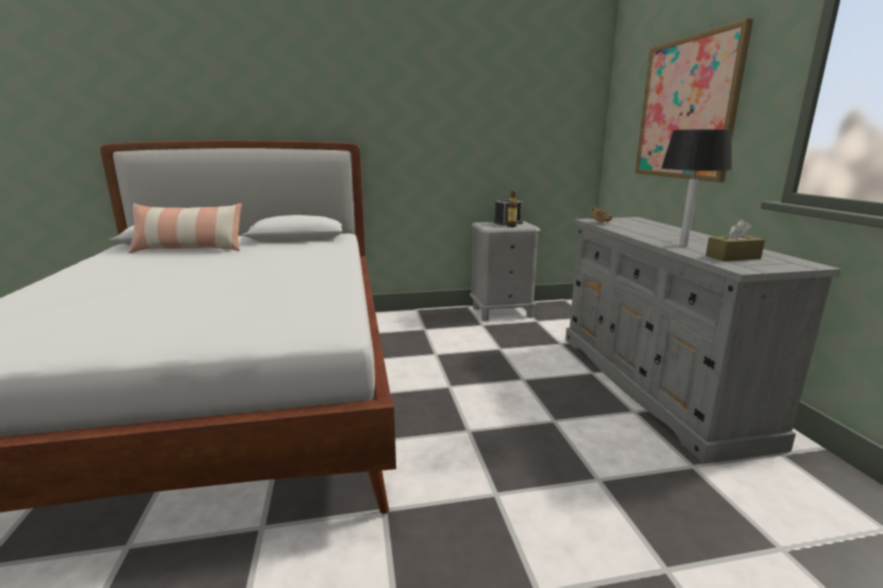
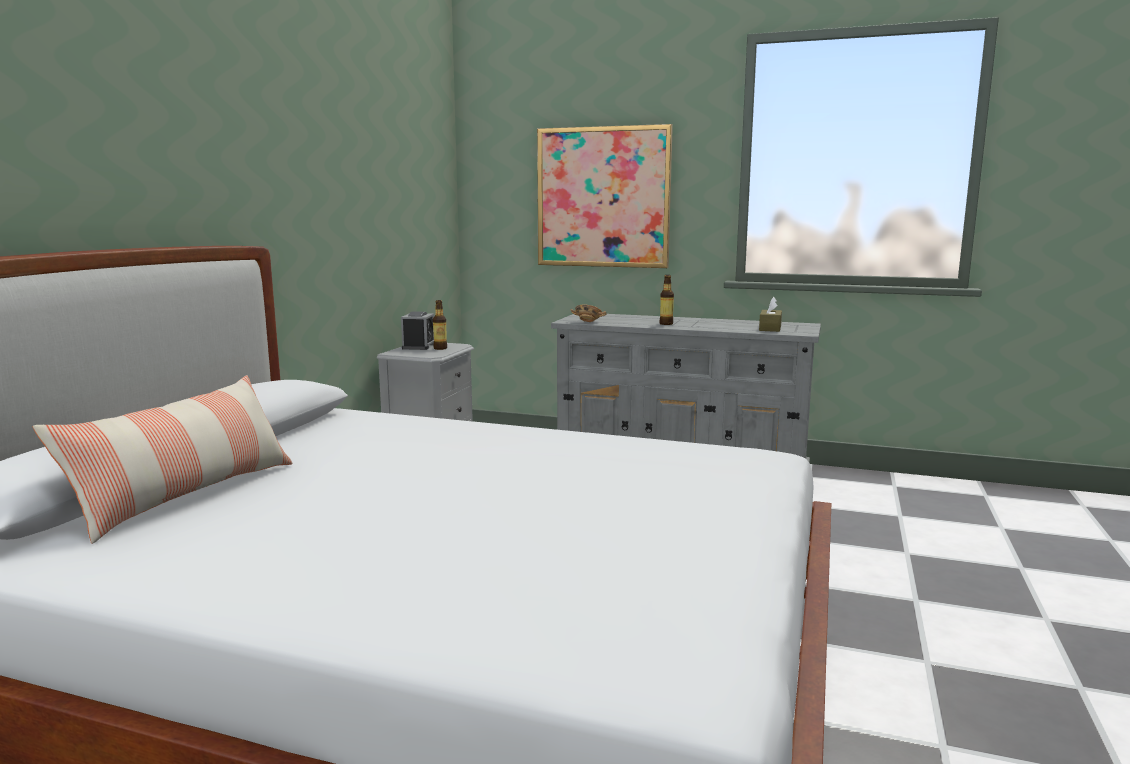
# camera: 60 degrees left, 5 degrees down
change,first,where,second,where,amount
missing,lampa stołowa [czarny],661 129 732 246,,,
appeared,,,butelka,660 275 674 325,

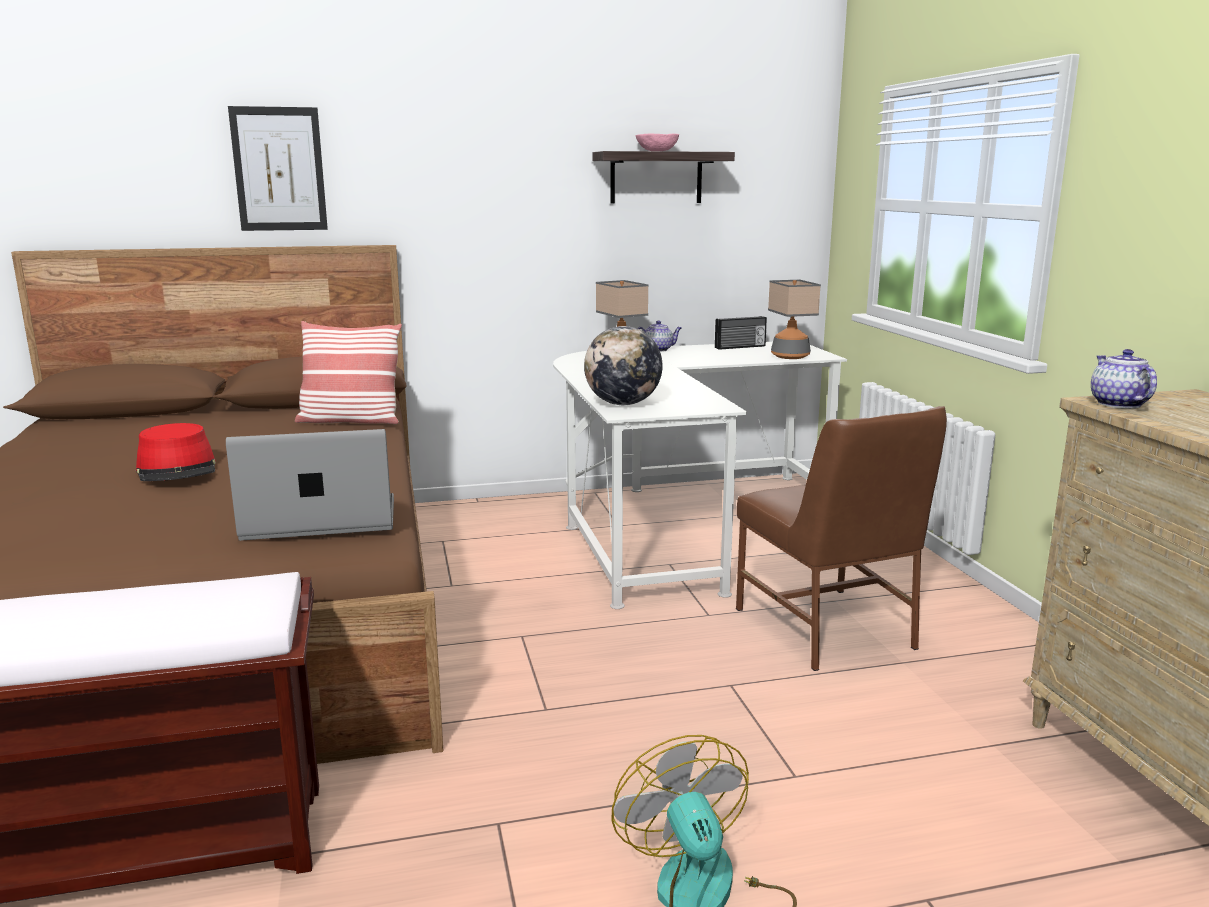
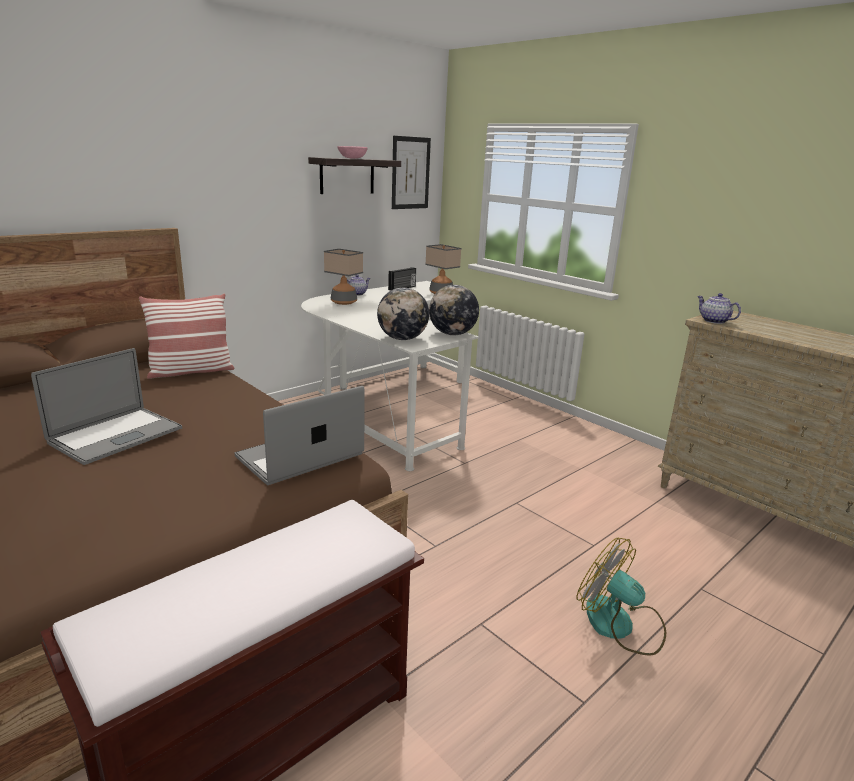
# camera: 30 degrees left, 5 degrees up
change,first,where,second,where,amount
relocated,obraz,228 106 328 231,,392 136 431 209,
missing,krzesło [brązowy],736 406 947 671,,,
exchanged,kapelusz [czerwony],136 423 216 481,laptop,31 348 182 465,
appeared,,,globus,429 285 479 335,

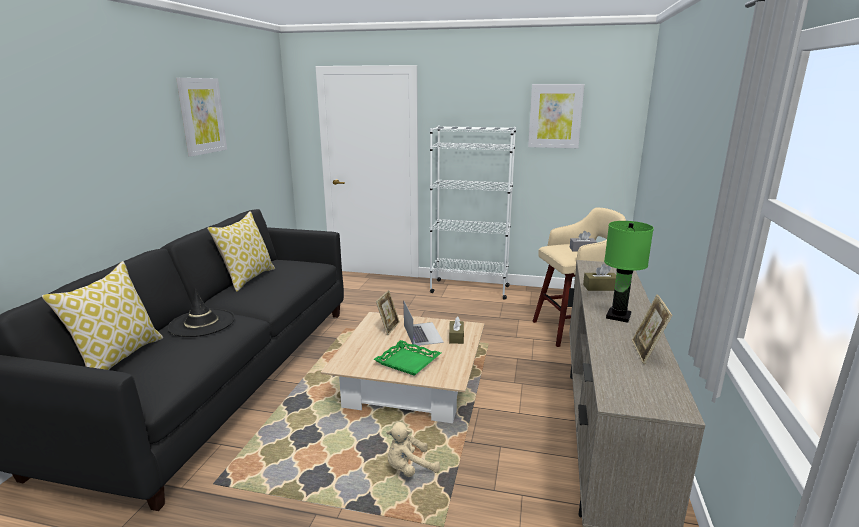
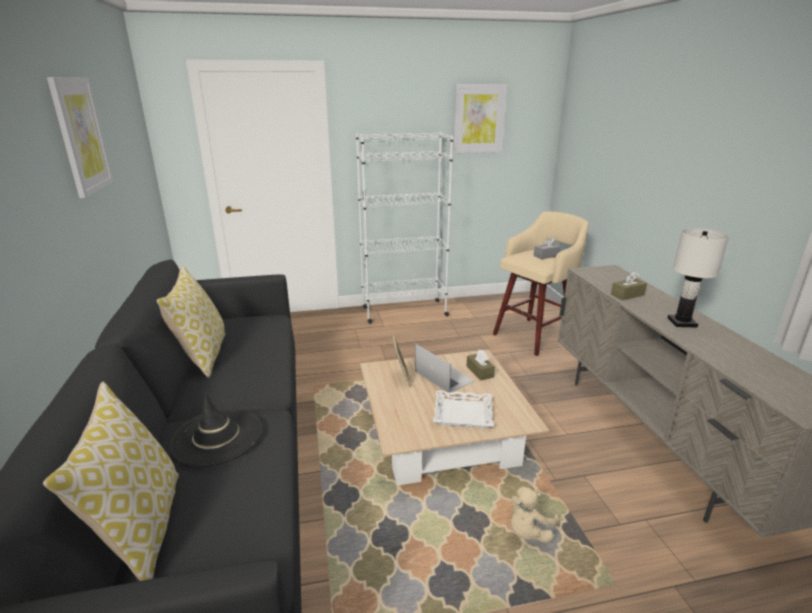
# camera: 25 degrees left, 5 degrees up
change,first,where,second,where,amount
colour,lampa stołowa [zielony],604 221 654 323,lampa stołowa [biały],668 228 729 327,
missing,ramka na zdjęcie,632 294 673 364,,,
colour,taca [zielony],373 340 441 376,taca [biały],433 390 494 428,

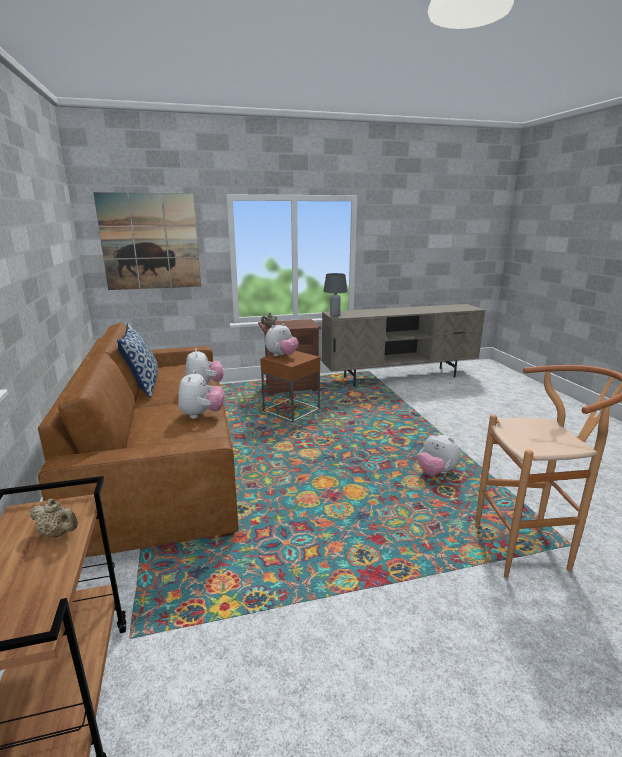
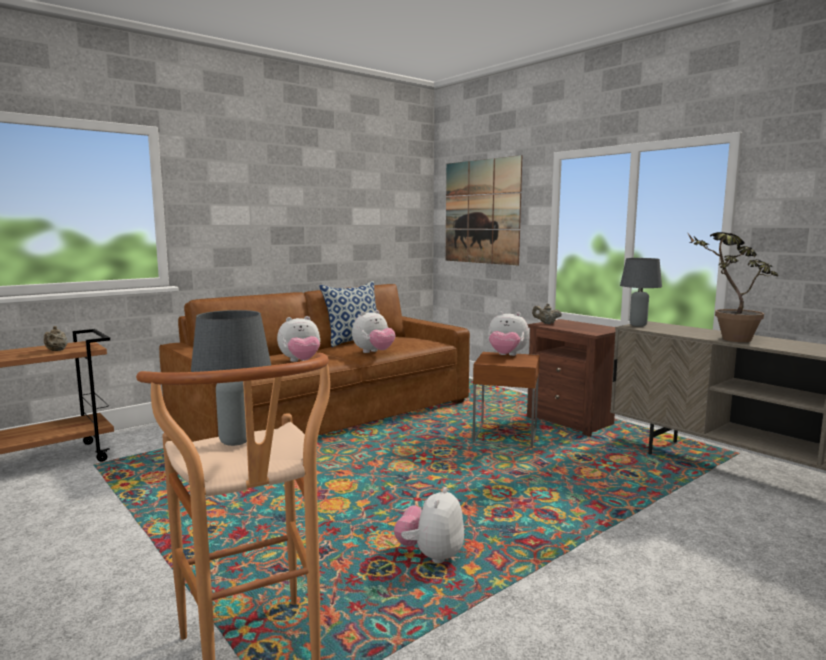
# camera: 65 degrees right, 10 degrees down
change,first,where,second,where,amount
appeared,,,roślina doniczkowa,688 232 779 342,
appeared,,,lampa stołowa [szary],191 310 271 446,

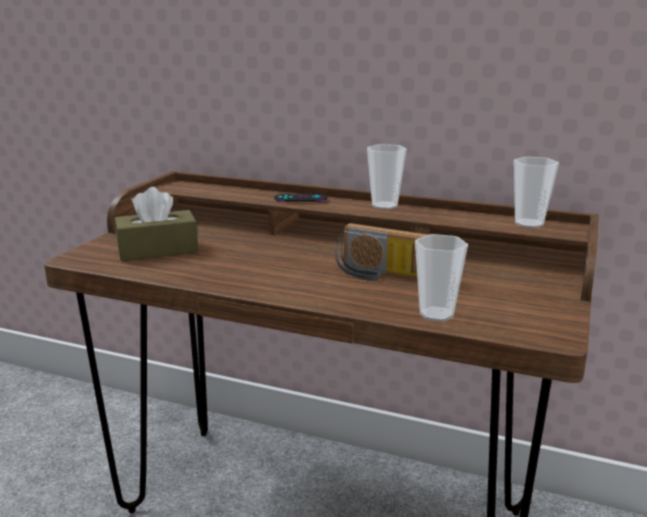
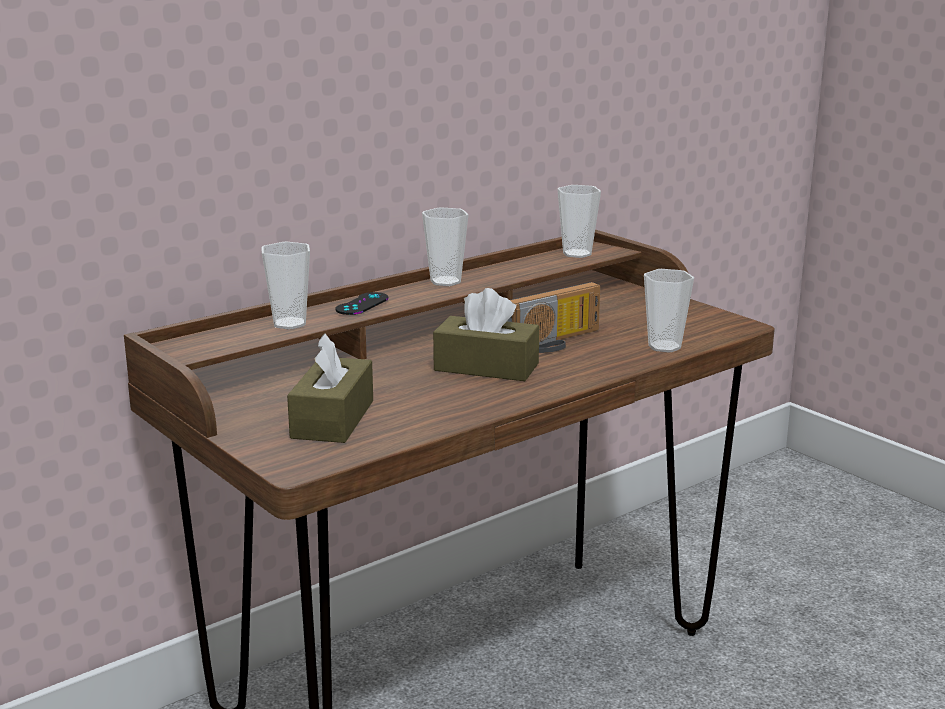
# camera: 60 degrees left, 0 degrees up
change,first,where,second,where,amount
appeared,,,filiżanka,262 242 310 329,
appeared,,,pudełko chusteczek [brązowy],433 288 539 381,

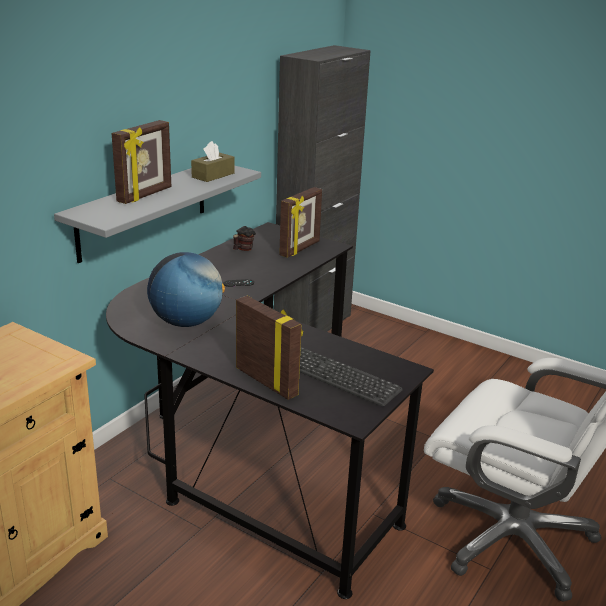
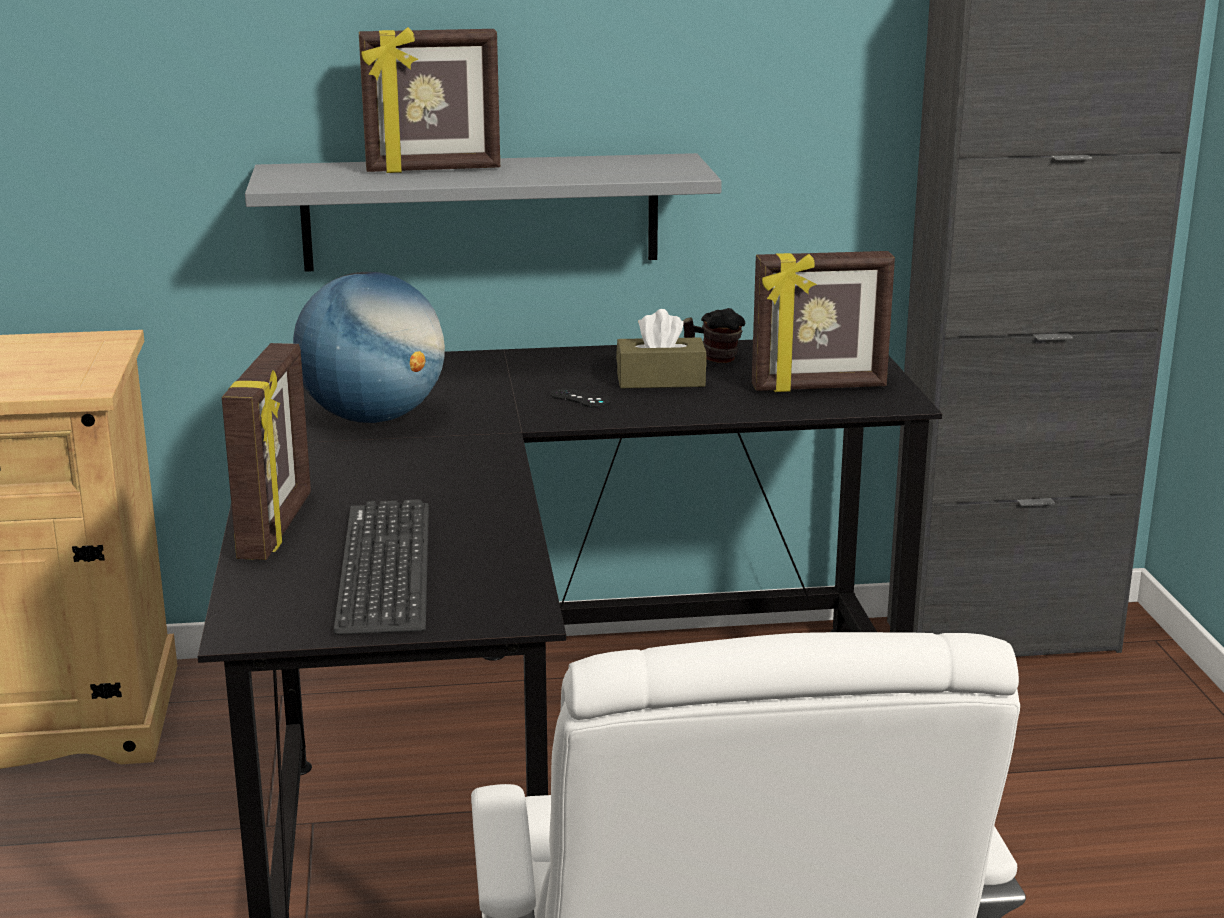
# camera: 50 degrees right, 5 degrees down
change,first,where,second,where,amount
relocated,pudełko chusteczek [brązowy],191 141 235 182,,616 309 707 388,

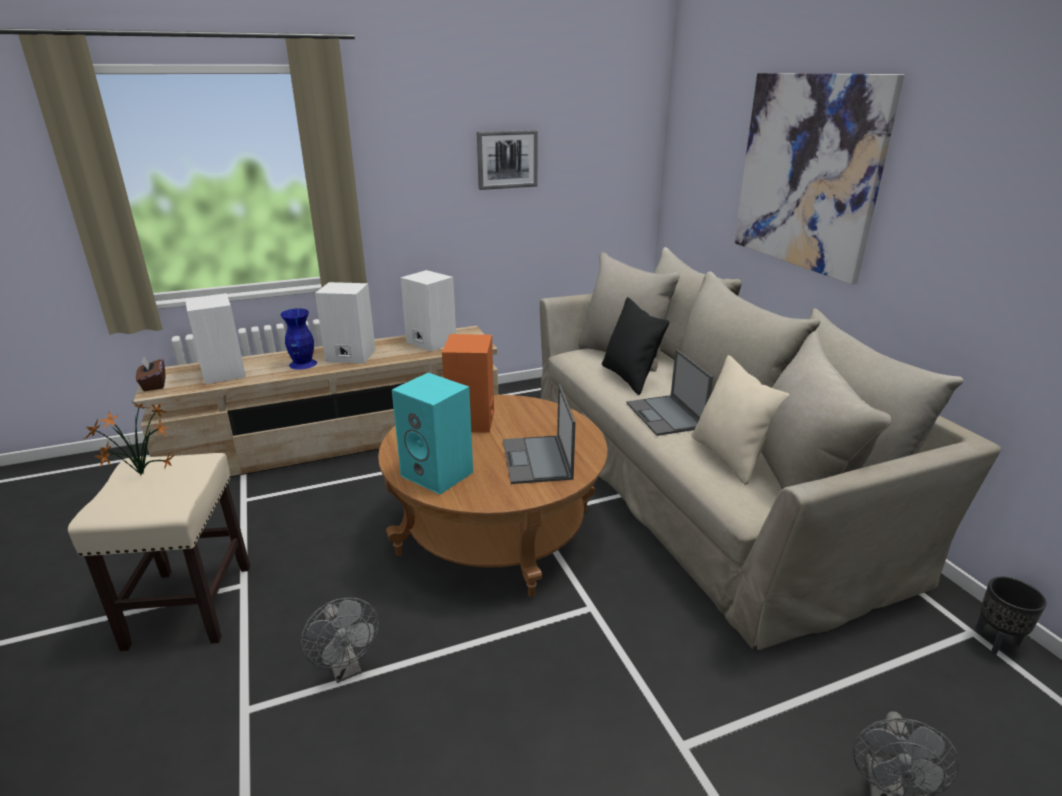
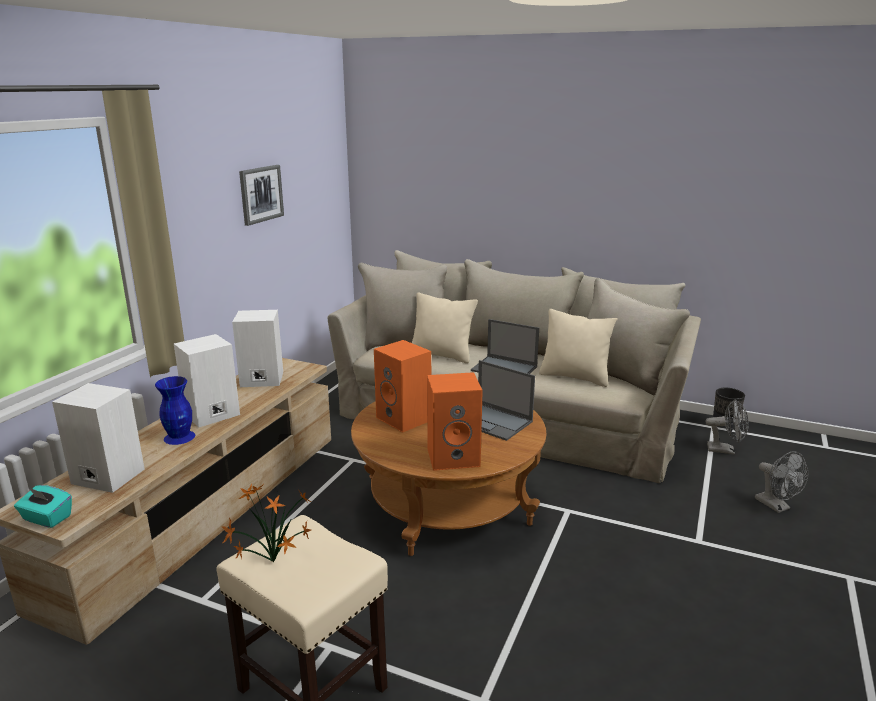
# camera: 45 degrees left, 5 degrees down
change,first,where,second,where,amount
missing,obraz,734 73 904 284,,,
colour,poduszka [czarny],602 297 669 395,poduszka [beżowy],412 292 478 363,
colour,pudełko chusteczek [brązowy],136 357 166 391,pudełko chusteczek [turkusowy],14 485 72 528,
colour,głośnik [turkusowy],392 373 473 495,głośnik [pomarańczowy],427 372 483 471,
relocated,wentylator [szary],301 597 379 683,,705 399 749 455,

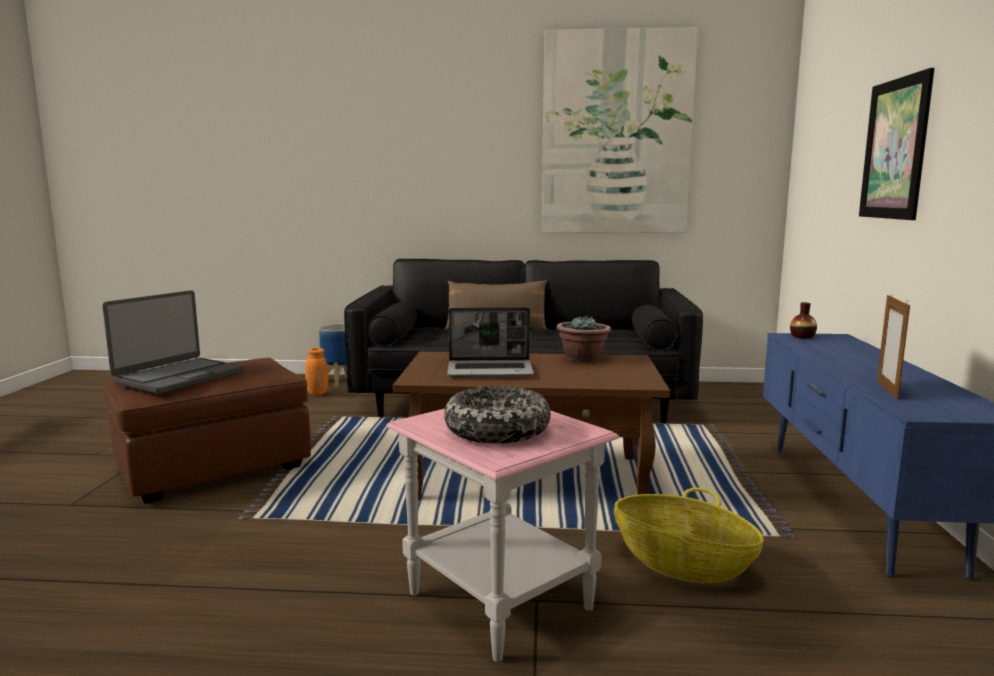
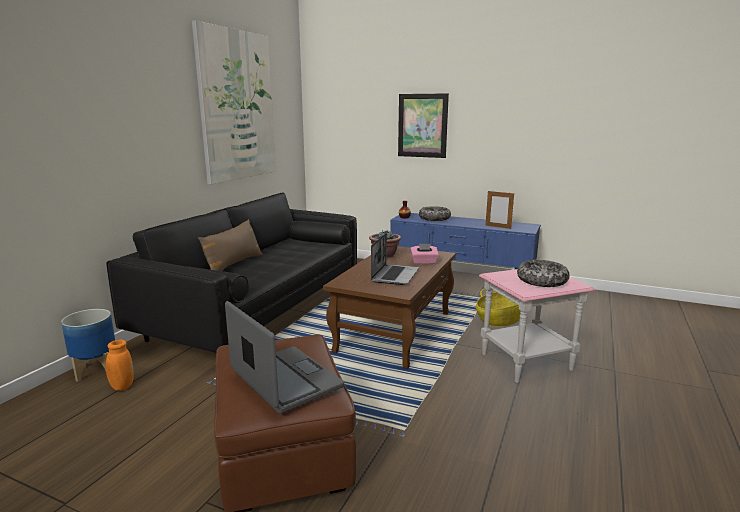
# camera: 70 degrees left, 5 degrees up
change,first,where,second,where,amount
appeared,,,miska,419 206 451 221,
appeared,,,pudełko chusteczek [różowy],410 243 439 264,

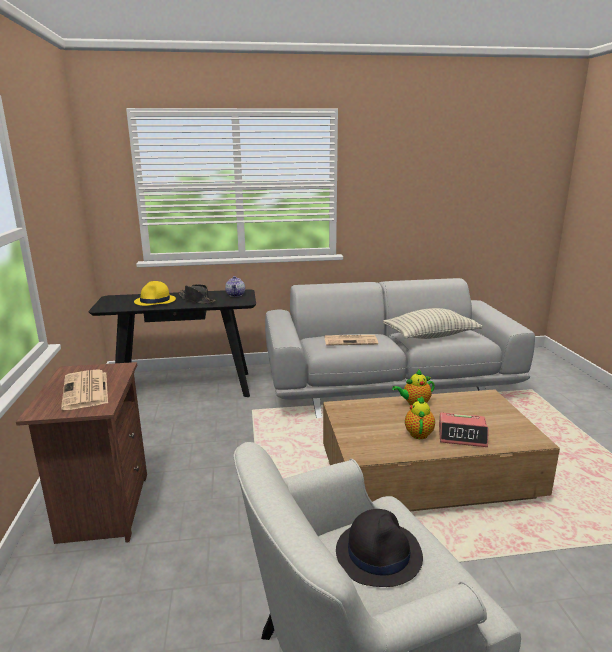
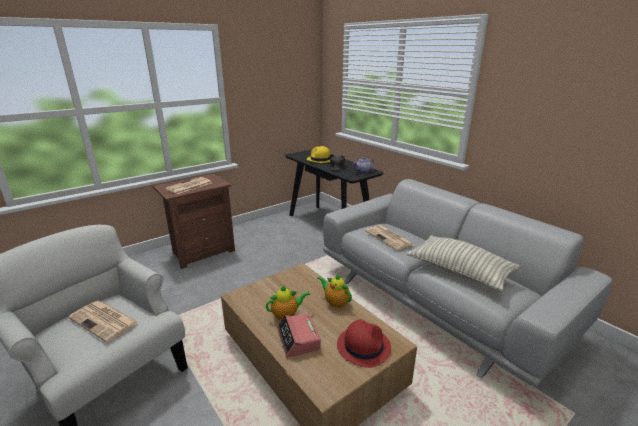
# camera: 60 degrees right, 5 degrees up
change,first,where,second,where,amount
exchanged,kapelusz [czarny],336 509 423 587,gazeta,68 301 139 342,
appeared,,,kapelusz [czerwony],337 319 391 368,

